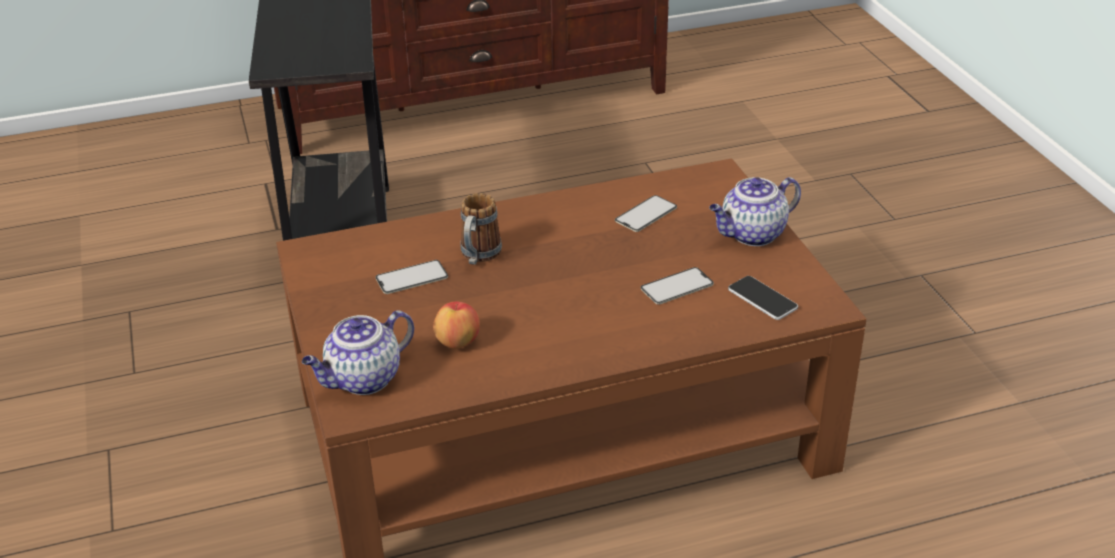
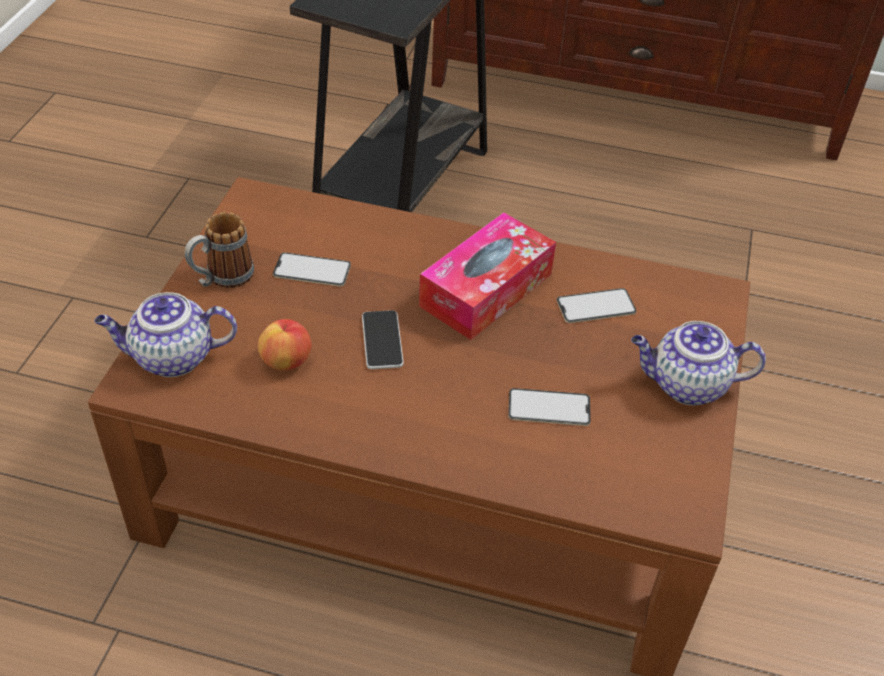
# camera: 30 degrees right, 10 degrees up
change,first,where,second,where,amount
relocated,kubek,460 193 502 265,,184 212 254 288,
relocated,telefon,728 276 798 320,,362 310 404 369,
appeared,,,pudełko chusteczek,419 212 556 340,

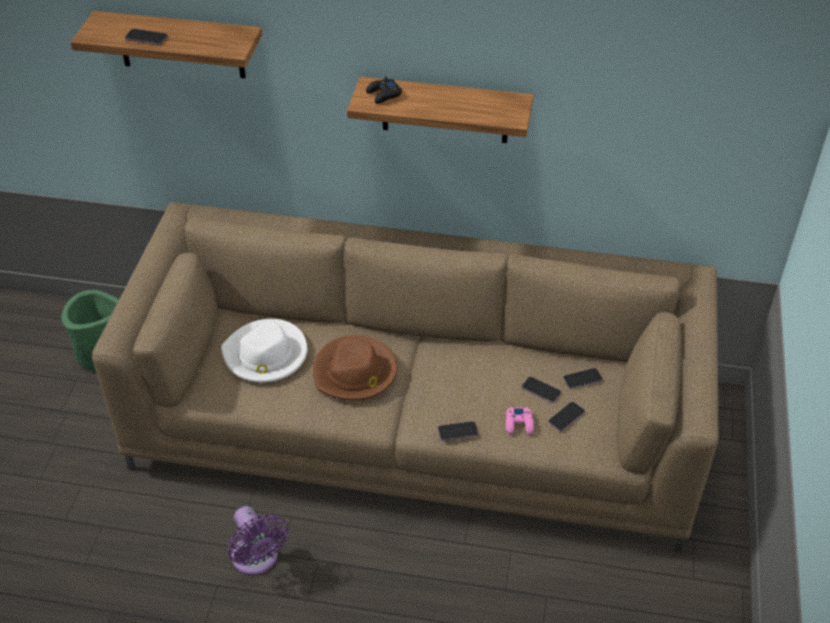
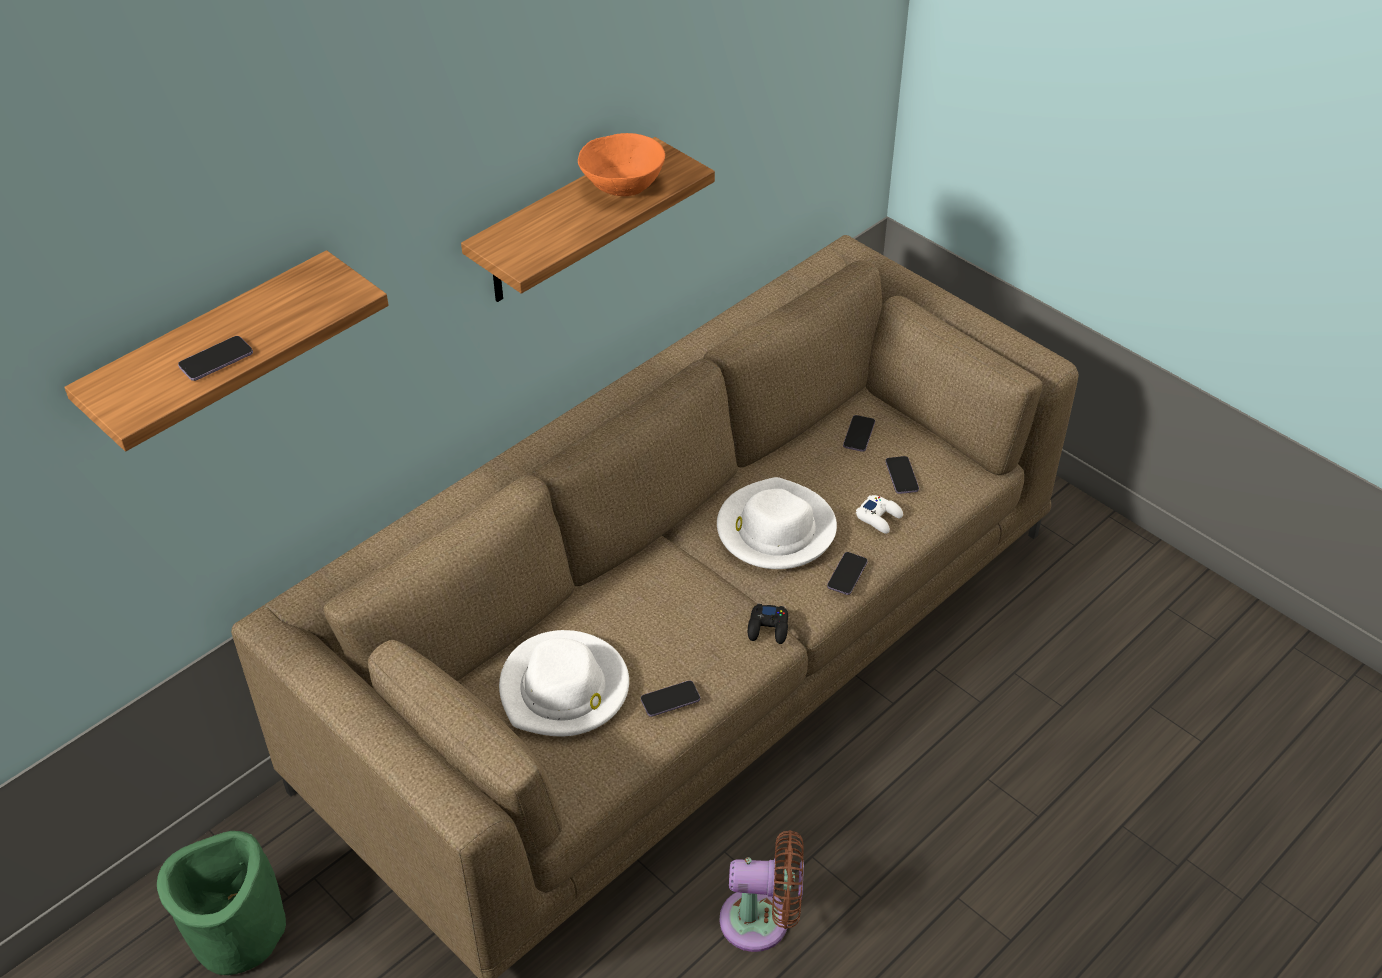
# camera: 55 degrees left, 0 degrees up
change,first,where,second,where,amount
relocated,pad do gier [czarny],366 76 402 104,,748 604 788 644,
missing,kapelusz [brązowy],313 335 398 401,,,
relocated,telefon,522 377 561 403,,641 681 700 717,
colour,pad do gier [różowy],506 407 534 434,pad do gier [biały],856 495 903 534,
colour,wentylator [fioletowy],228 506 289 576,wentylator [brązowy],719 830 804 952,
appeared,,,miska [pomarańczowy],578 133 665 196,
appeared,,,kapelusz [biały],717 477 837 569,

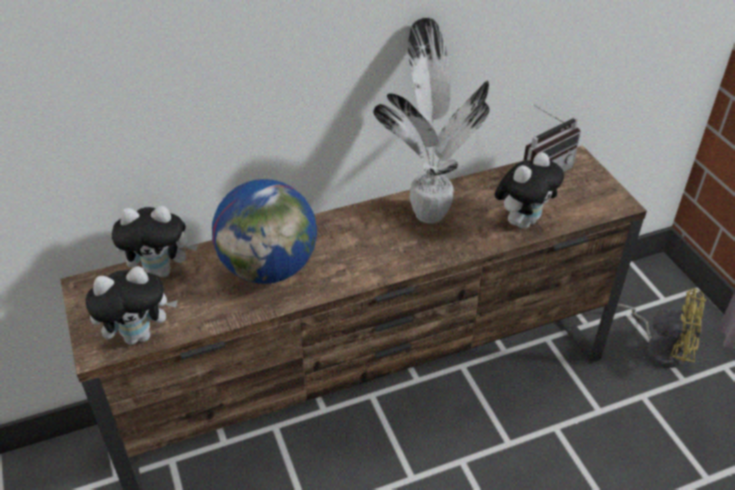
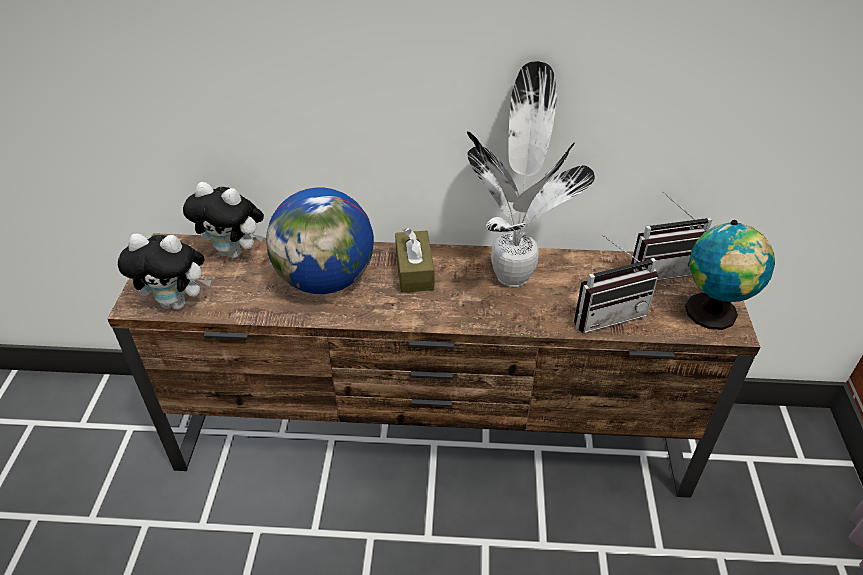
# camera: 25 degrees right, 0 degrees up
change,first,where,second,where,amount
exchanged,pluszak,495 152 564 229,radio,574 235 658 333,
missing,wentylator [żółty],617 288 706 368,,,
appeared,,,globus,685 220 775 330,
appeared,,,pudełko chusteczek [brązowy],395 228 434 293,

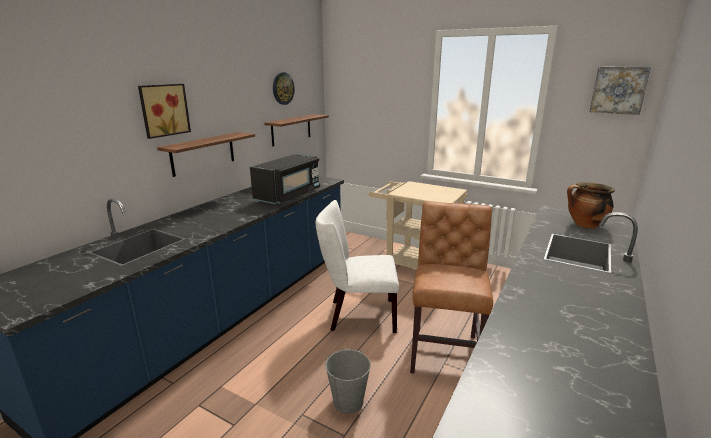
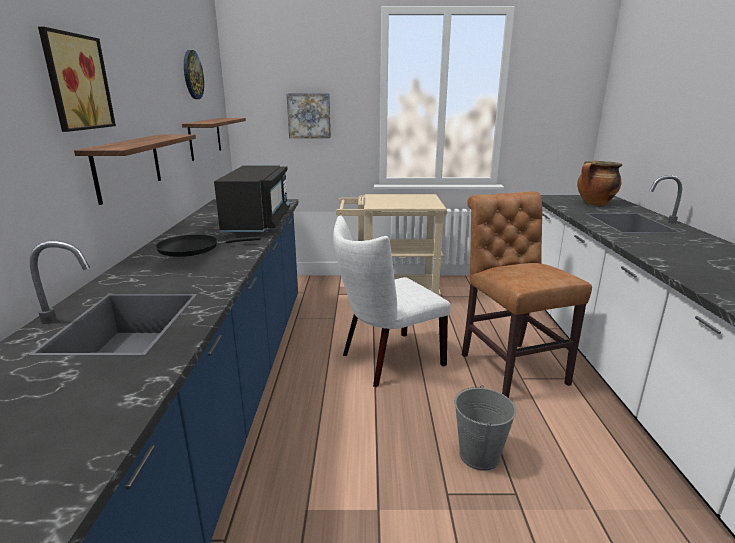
# camera: 30 degrees left, 0 degrees up
change,first,where,second,where,amount
relocated,obraz,590 67 651 115,,286 93 331 138,
appeared,,,patelnia [czarny],156 235 261 257,

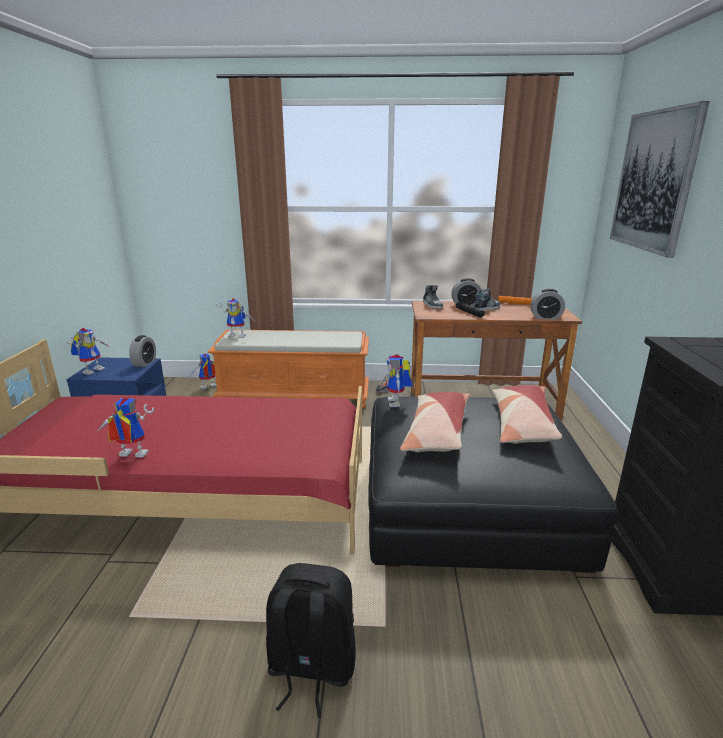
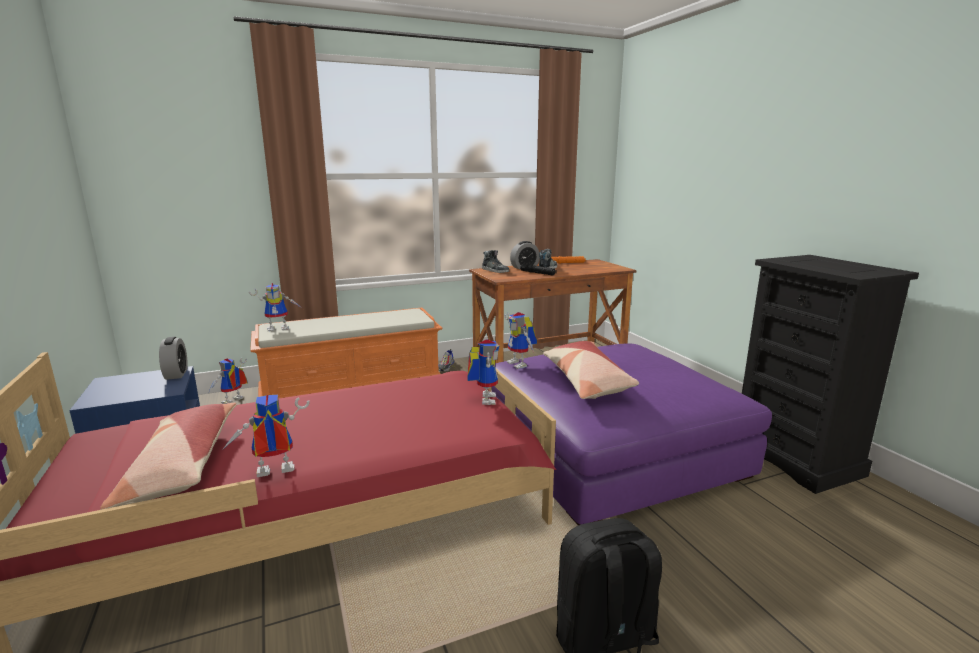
# camera: 25 degrees left, 5 degrees down
change,first,where,second,where,amount
missing,obraz,610 101 710 257,,,
missing,budzik,530 289 565 320,,,
relocated,robot zabawkowy,66 328 110 375,,467 339 500 405,
relocated,poduszka,492 385 562 444,,100 403 237 510,
colour,pufa [czarny],368 397 618 573,pufa [fioletowy],492 343 772 525,

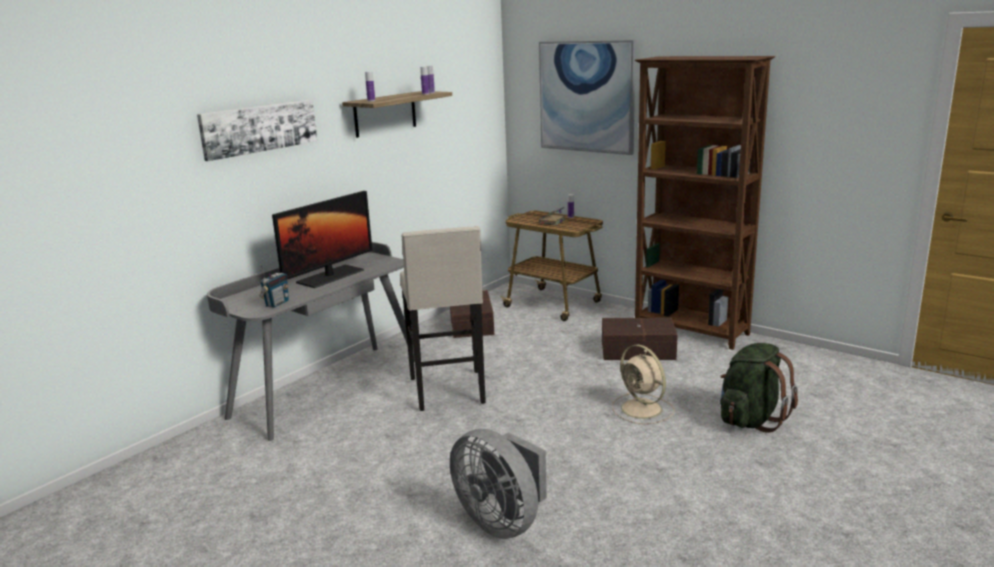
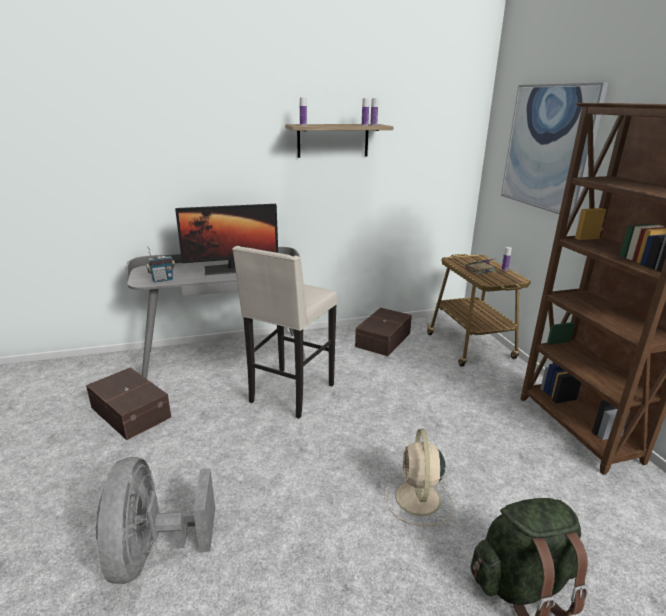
# camera: 35 degrees right, 5 degrees up
change,first,where,second,where,amount
missing,obraz,197 100 317 161,,,
relocated,pojemnik do przechowywania [brązowy],602 318 678 360,,86 367 171 440,

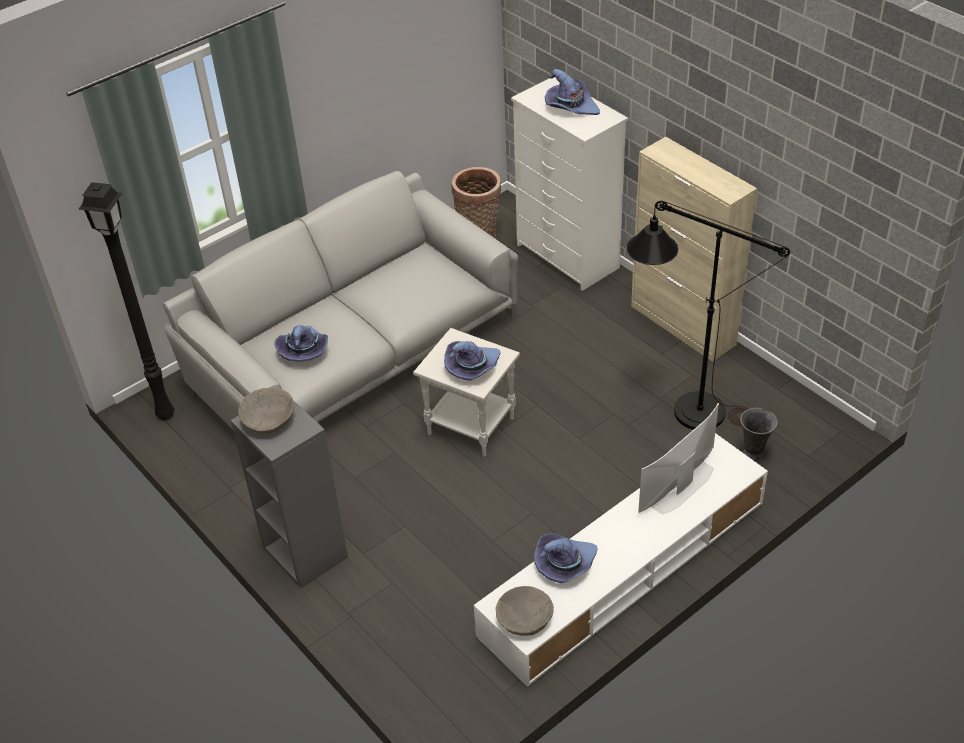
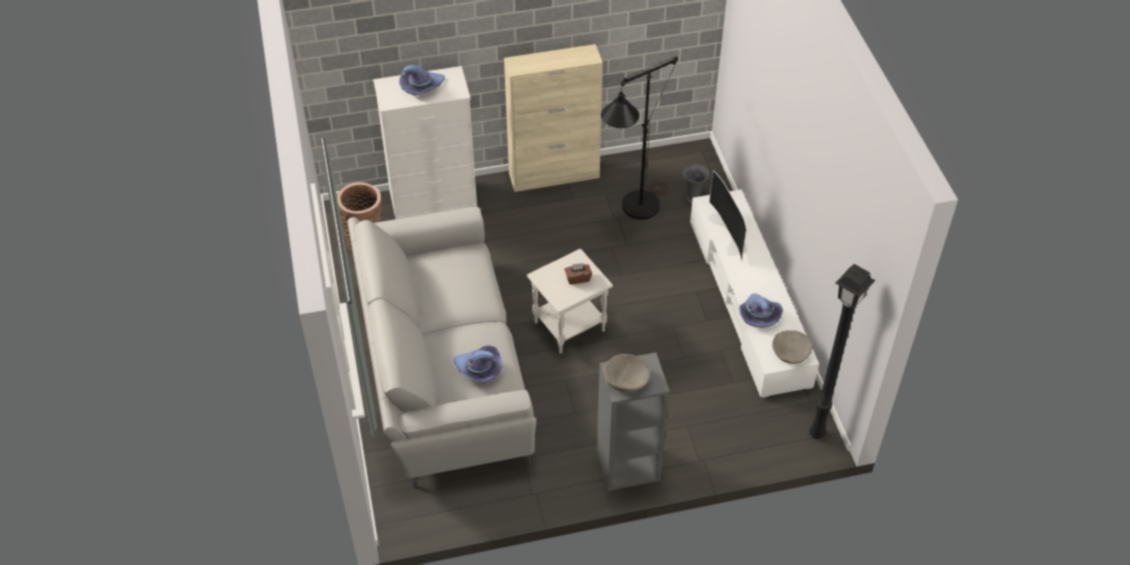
# camera: 65 degrees left, 5 degrees up
change,first,where,second,where,amount
relocated,lampa stojąca [czarny],78 182 174 420,,809 264 875 439,
exchanged,kapelusz [fioletowy],444 341 500 381,pudełko chusteczek [brązowy],564 263 592 285,

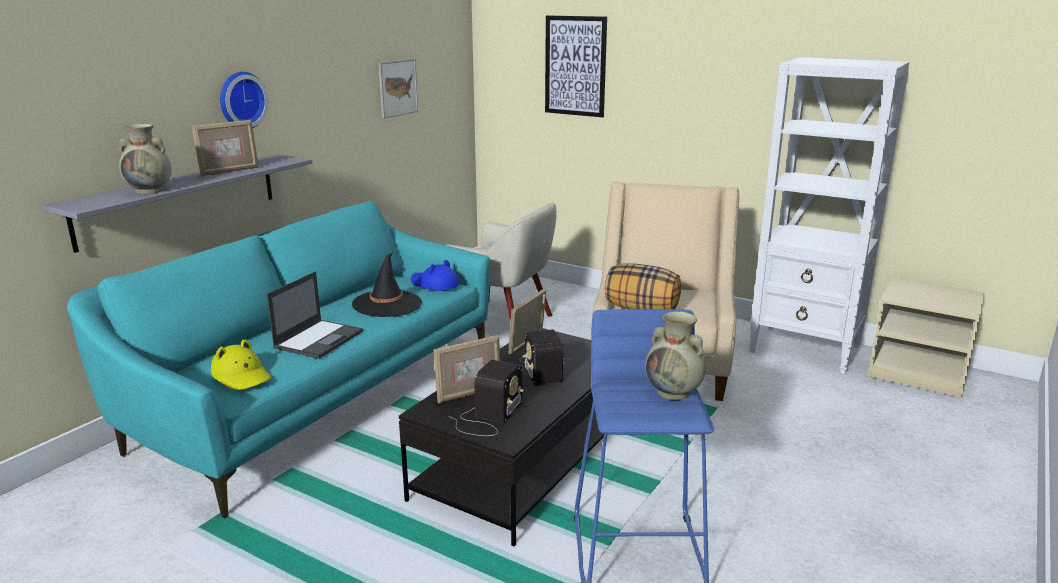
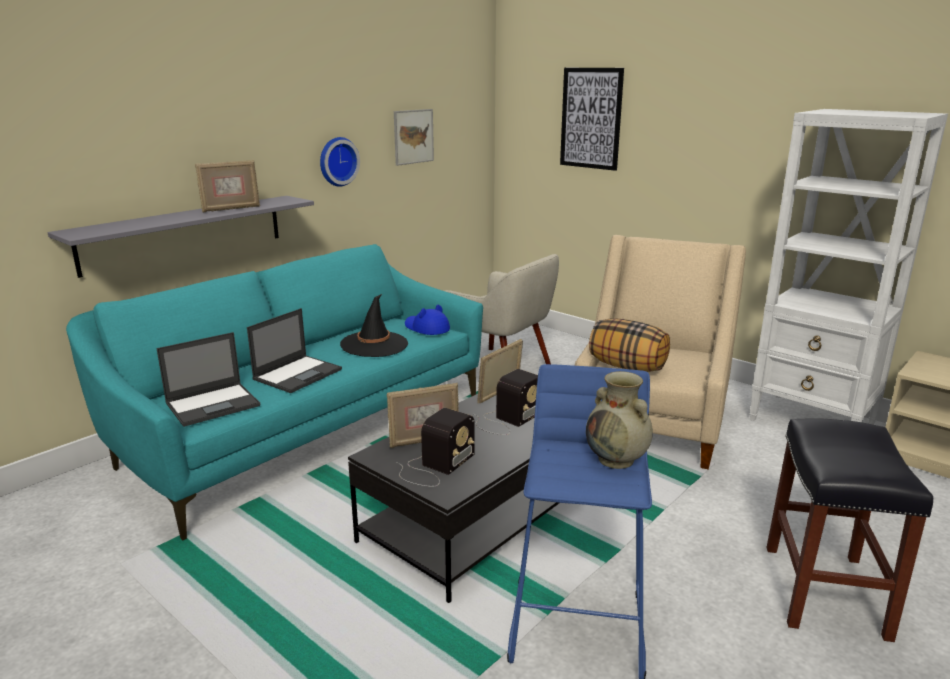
# camera: 10 degrees right, 0 degrees up
change,first,where,second,where,amount
relocated,zegar ścienny,220 72 269 128,,320 137 360 187,
missing,wazon [beżowy],119 124 172 194,,,
spun,radio,520 329 563 386,,474 369 538 435,135 degrees counterclockwise
exchanged,kapelusz [żółty],211 339 271 390,laptop,156 332 260 427,
appeared,,,stołek [czarny],767 418 933 642,

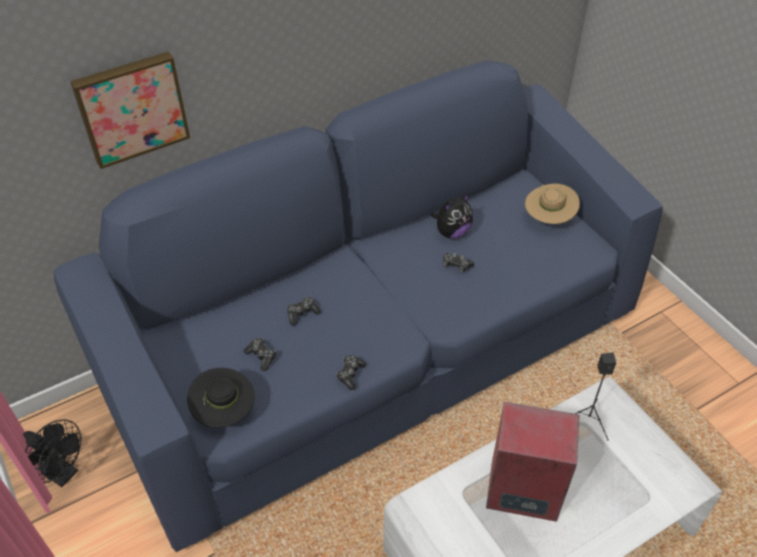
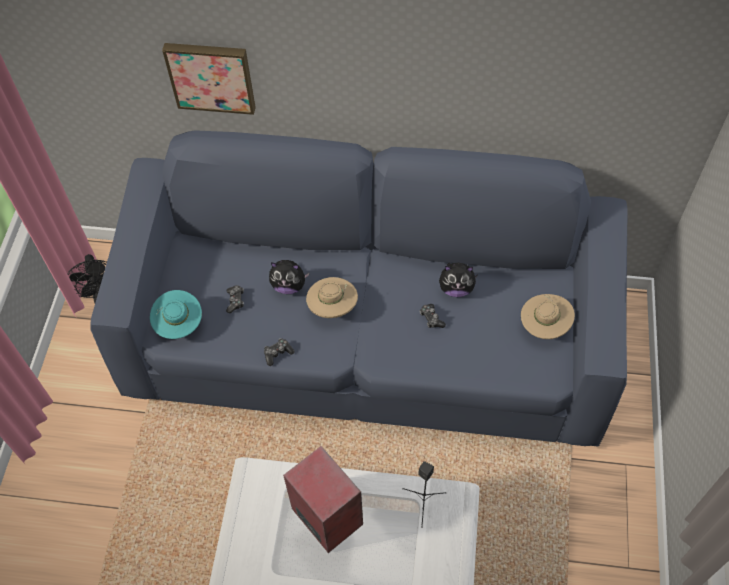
# camera: 40 degrees right, 10 degrees up
change,first,where,second,where,amount
exchanged,pad do gier,287 297 321 326,pluszak,269 260 310 294,
colour,kapelusz [czarny],187 368 255 428,kapelusz [turkusowy],150 290 202 339,
appeared,,,kapelusz [beżowy],306 277 358 318,

